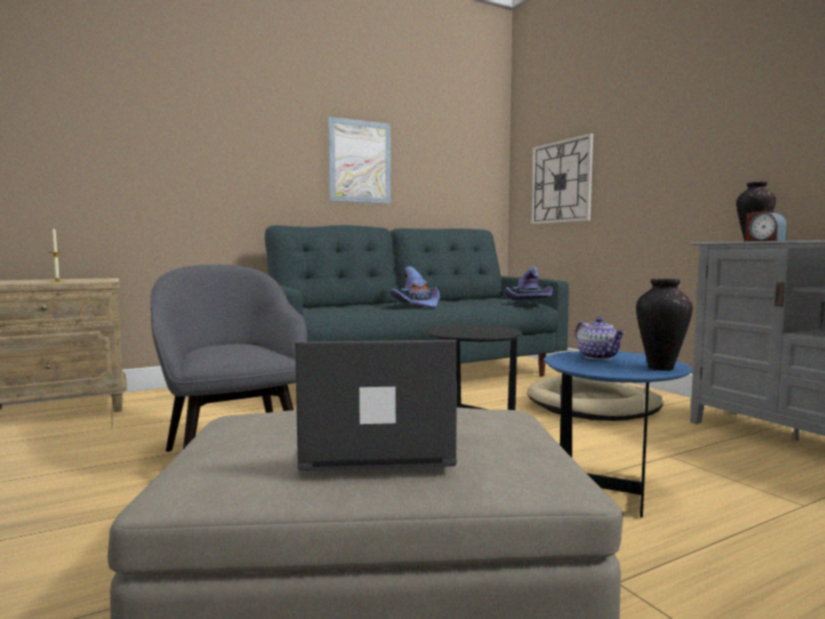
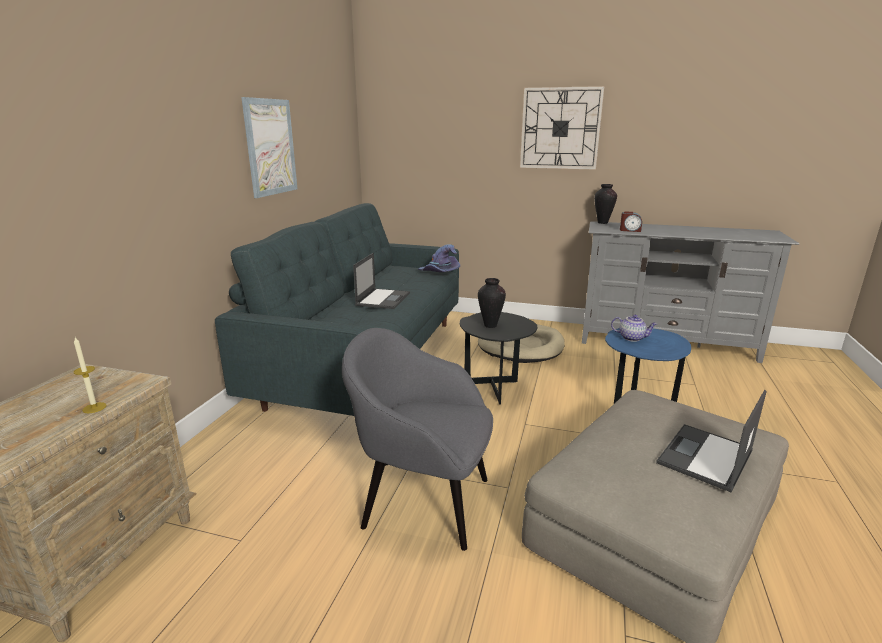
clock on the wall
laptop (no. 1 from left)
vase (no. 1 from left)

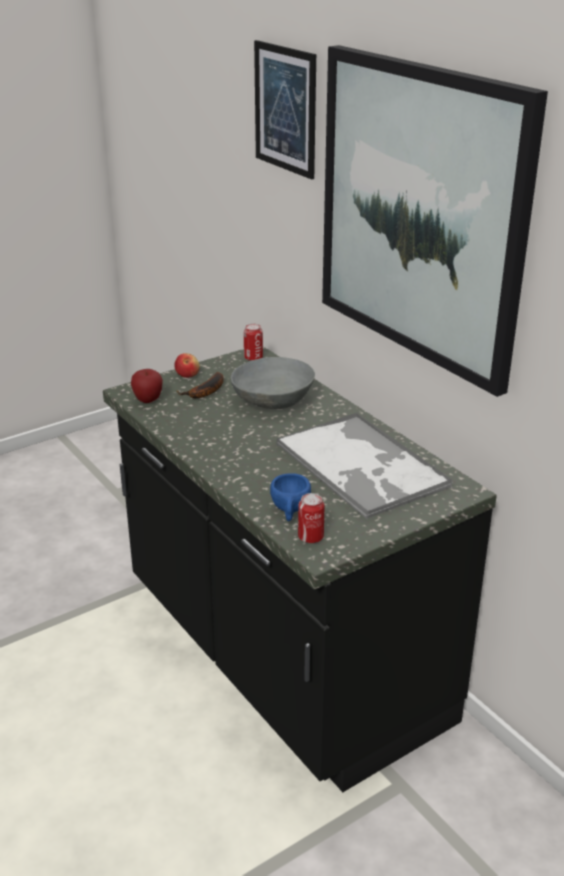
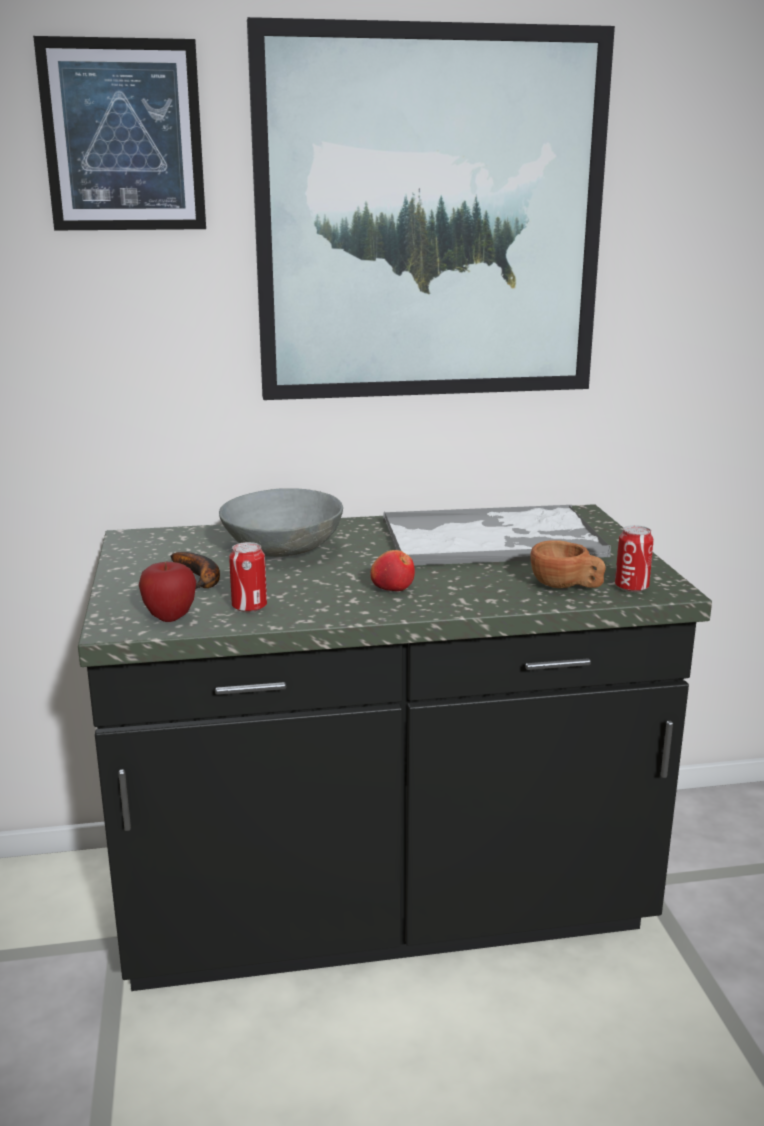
can (no. 1 from left)
apple fruit (no. 2 from left)
drinking cup (brown-coloured)

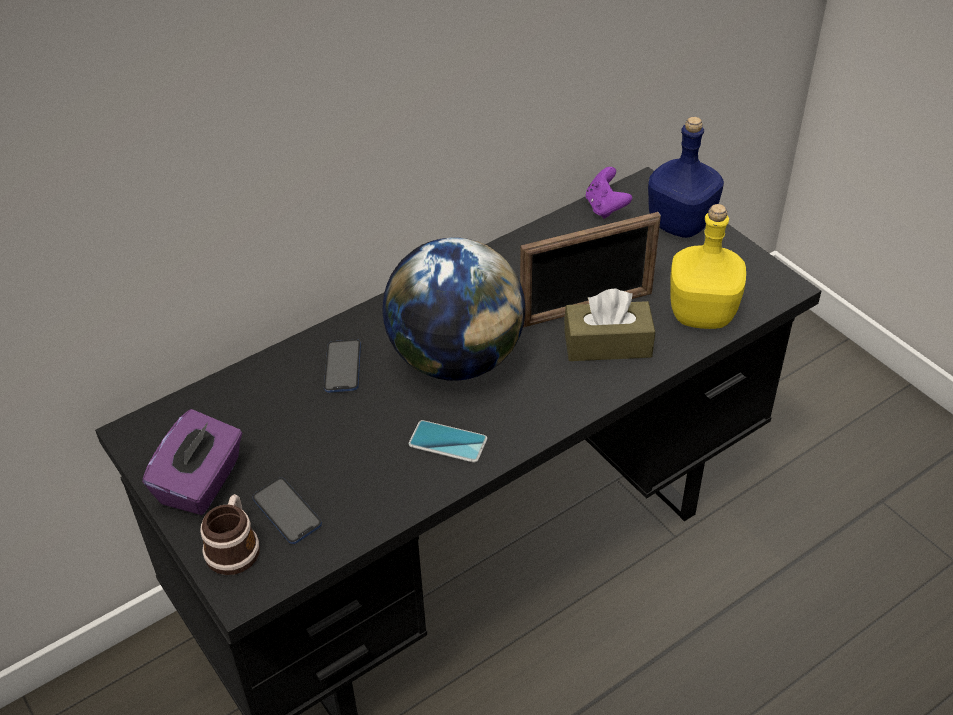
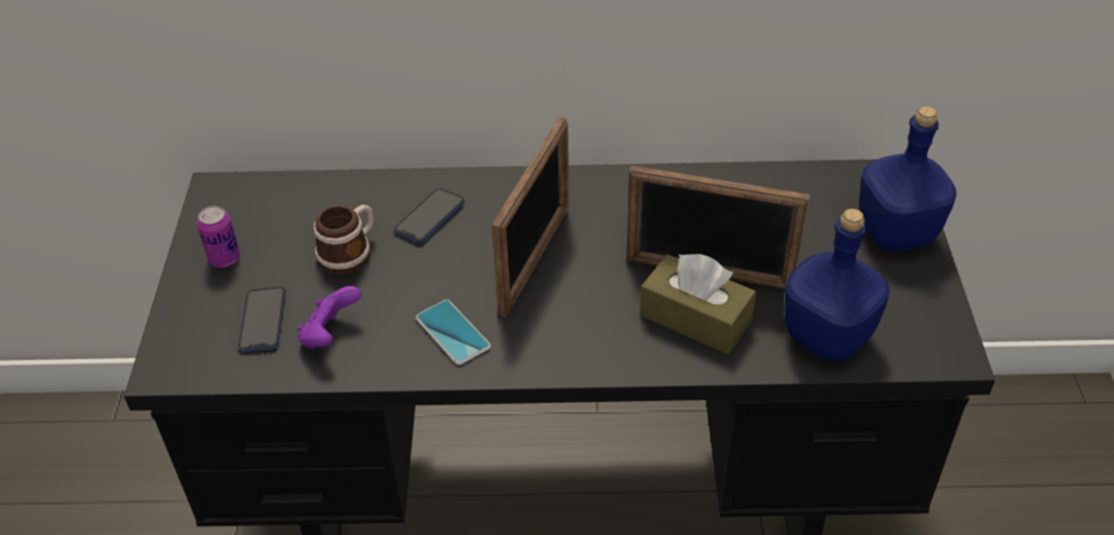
joypad (purple-coloured)
bottle (blue) (no. 1 from left)
standing frame (no. 1 from left)
can
coffee mug

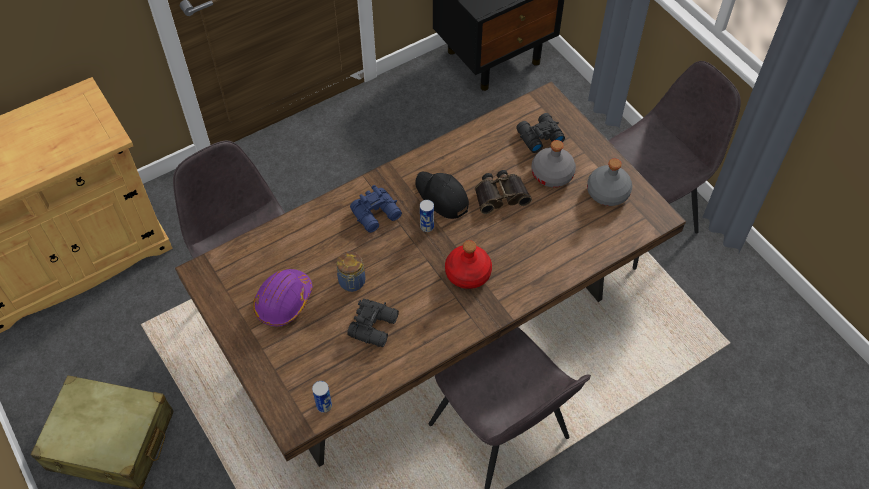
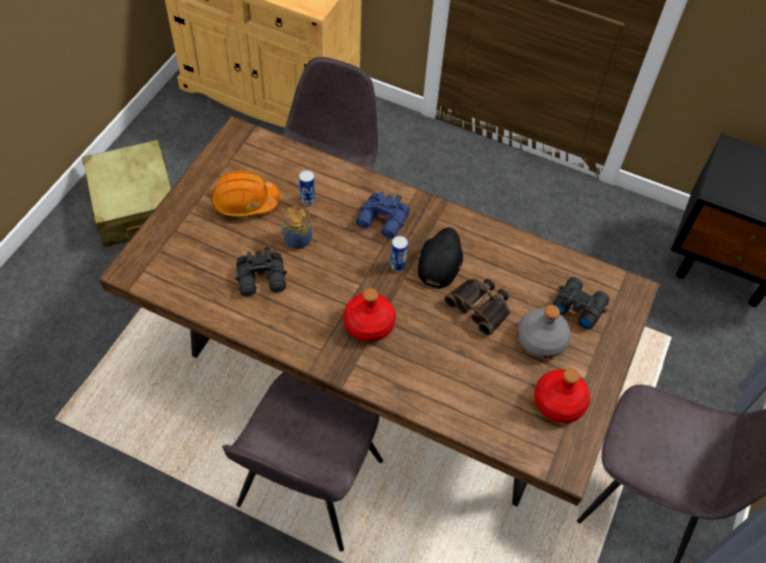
bottle (red-coloured) (no. 2 from left)
safety helmet (orange)
can (no. 1 from left)

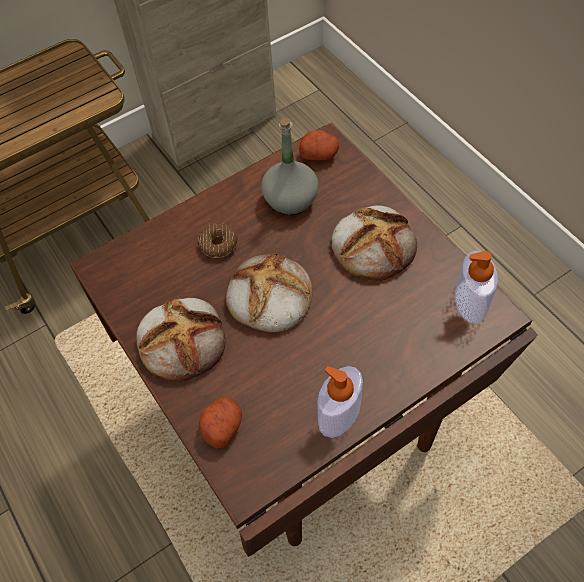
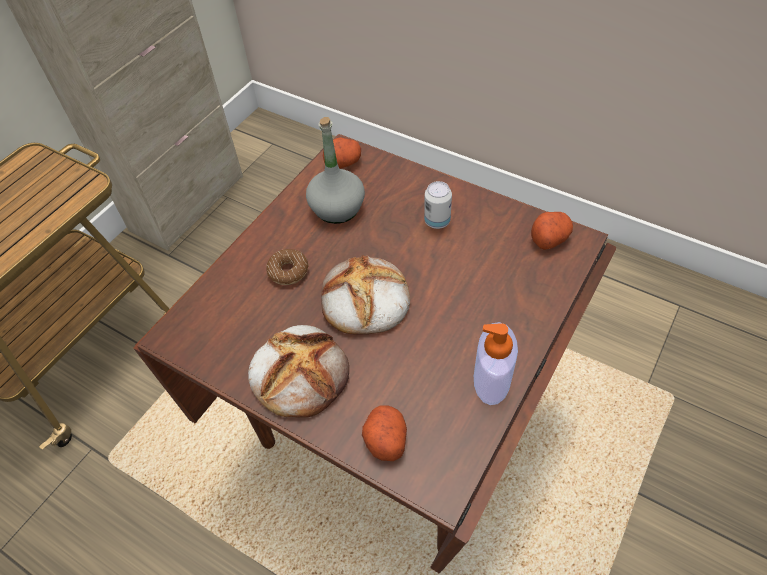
can
whole potato (no. 3 from left)

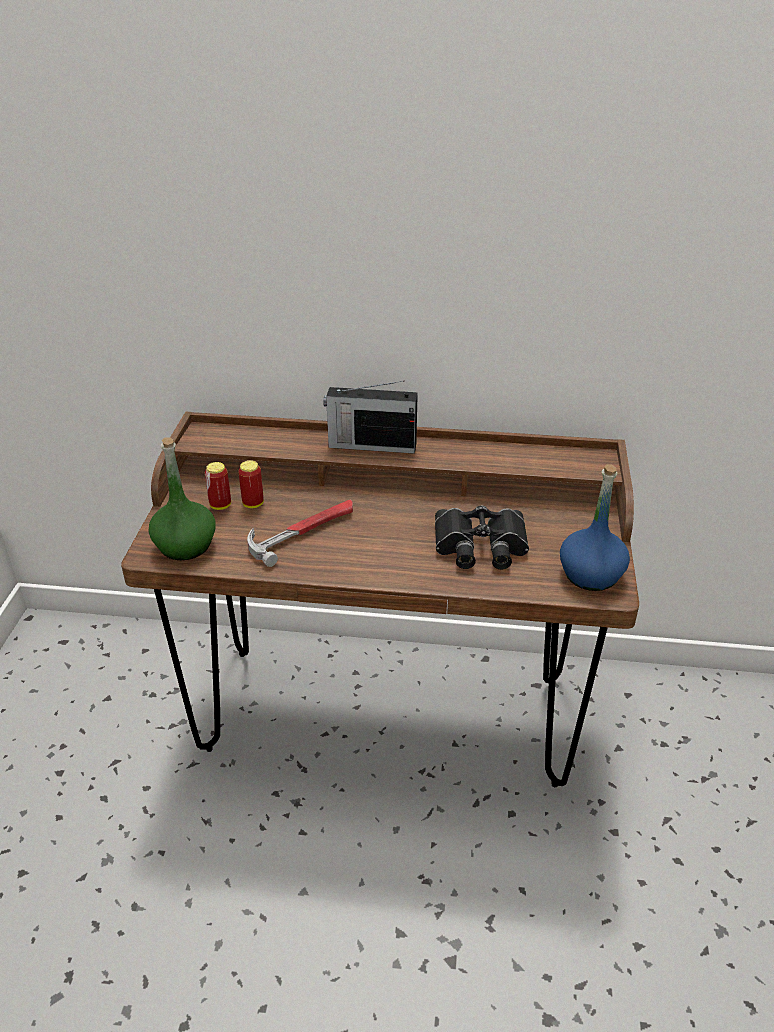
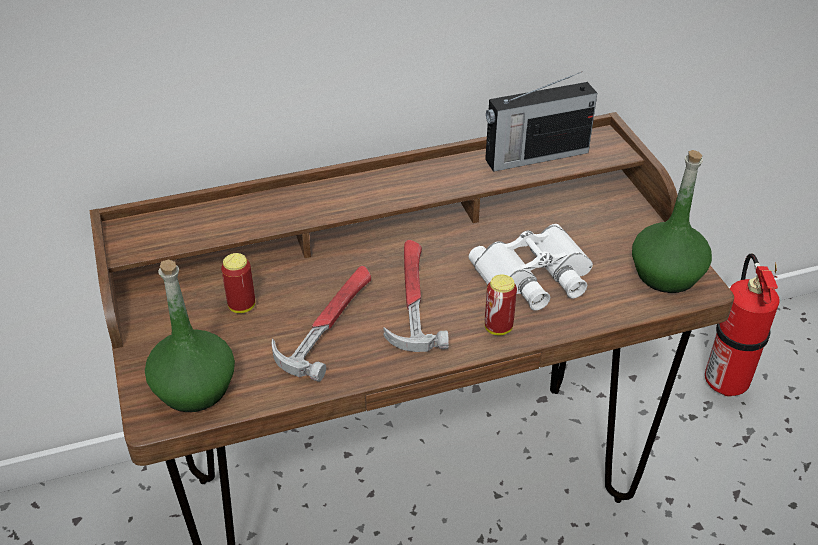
radio set
can (no. 2 from left)
bottle (green-coloured) (no. 2 from left)
field glasses (white)
hand hammer (no. 2 from left)
fire-fighting cylinder

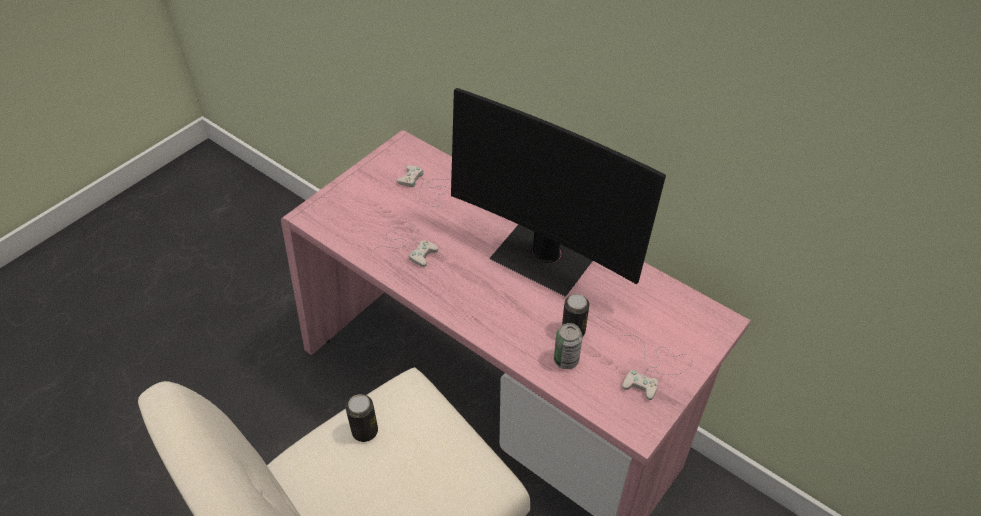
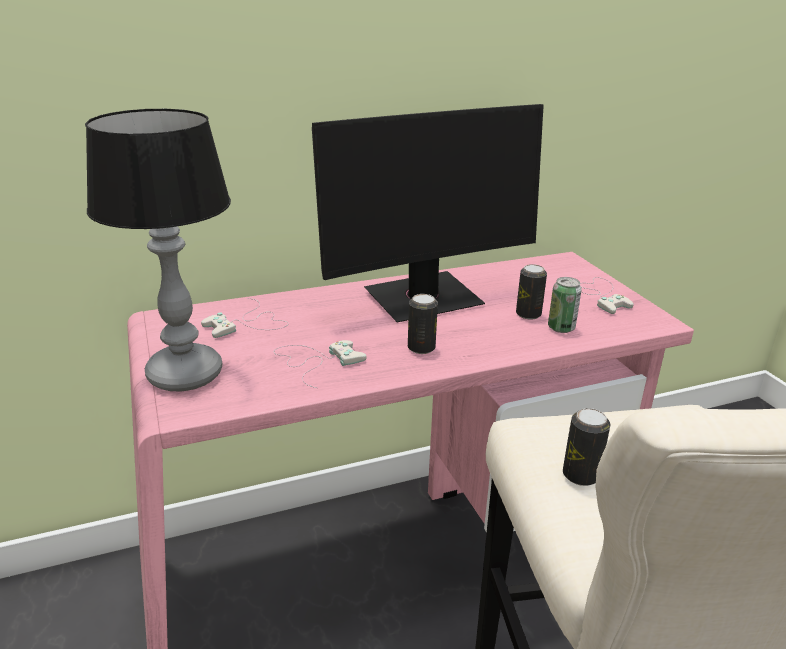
lamp for a table
can (no. 1 from left)

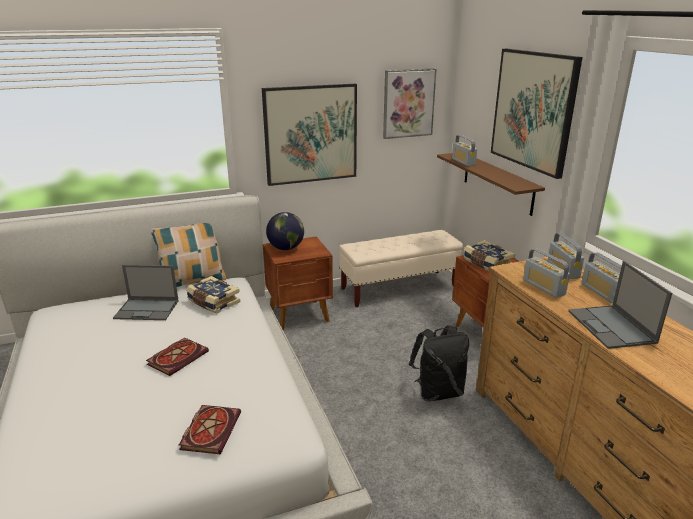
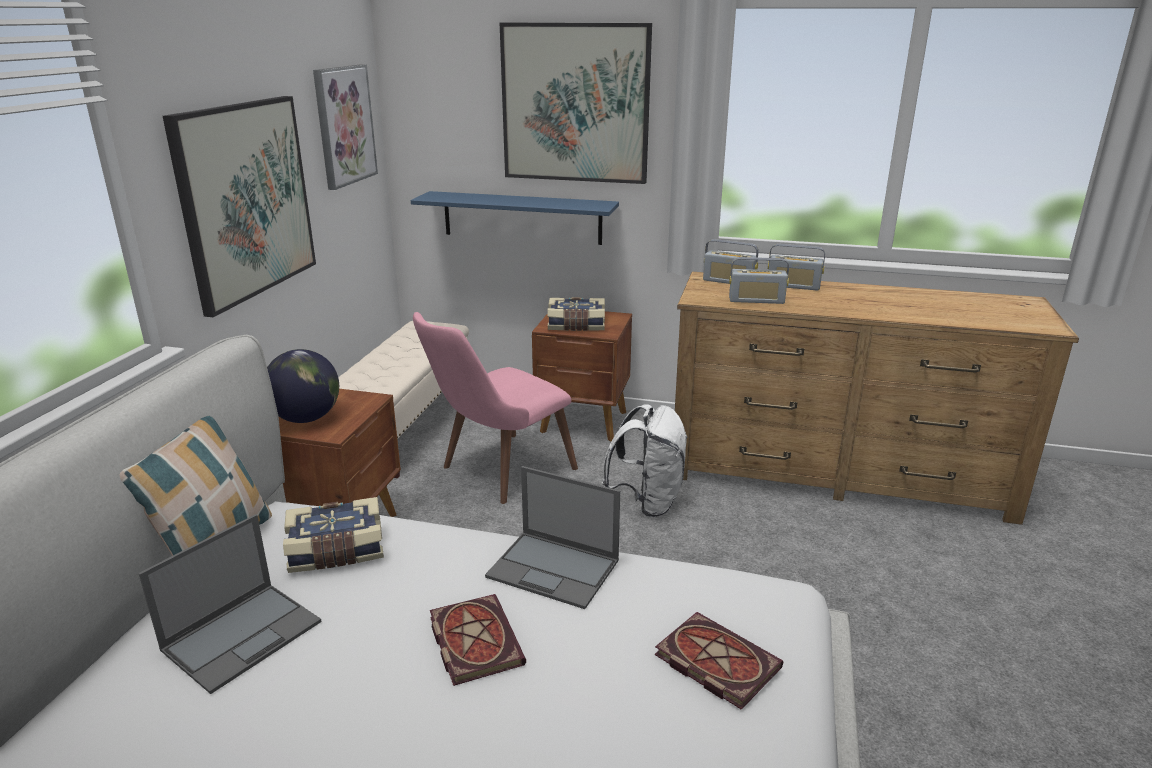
radio set (no. 1 from left in the first image)
shelf (blue)
laptop (no. 2 from left)
backpack (white)
upright chair (pinkish)

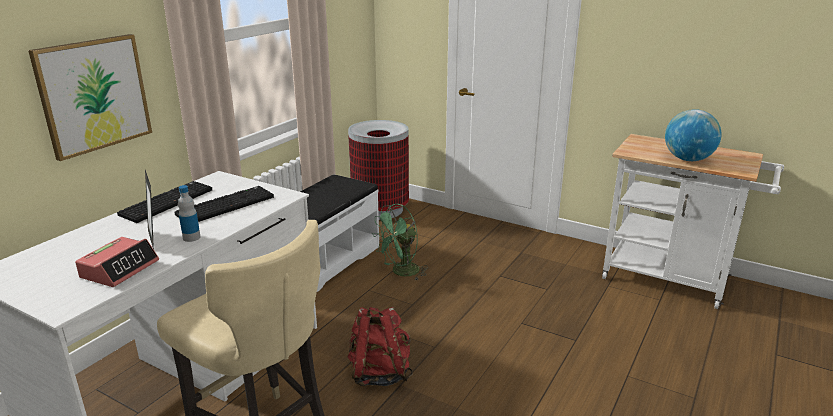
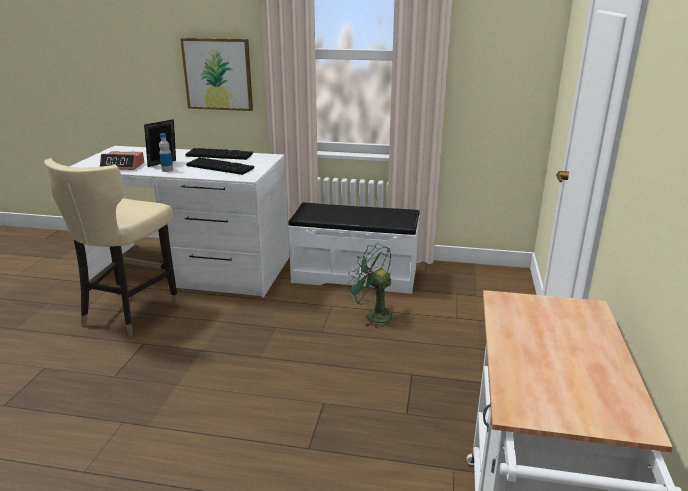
globe
rubbish bin
backpack (red-coloured)

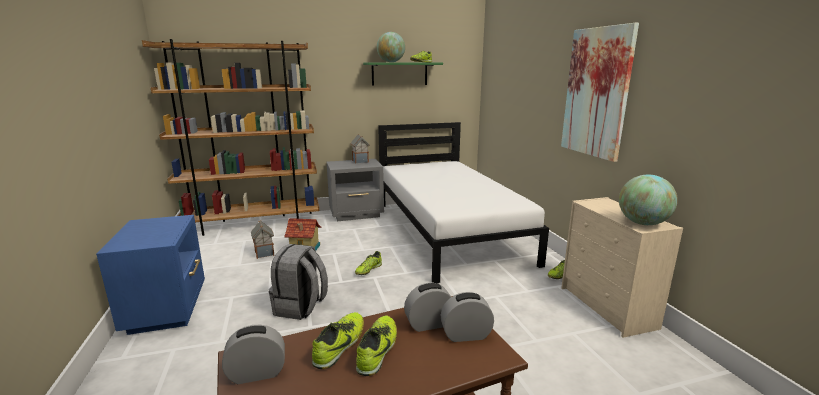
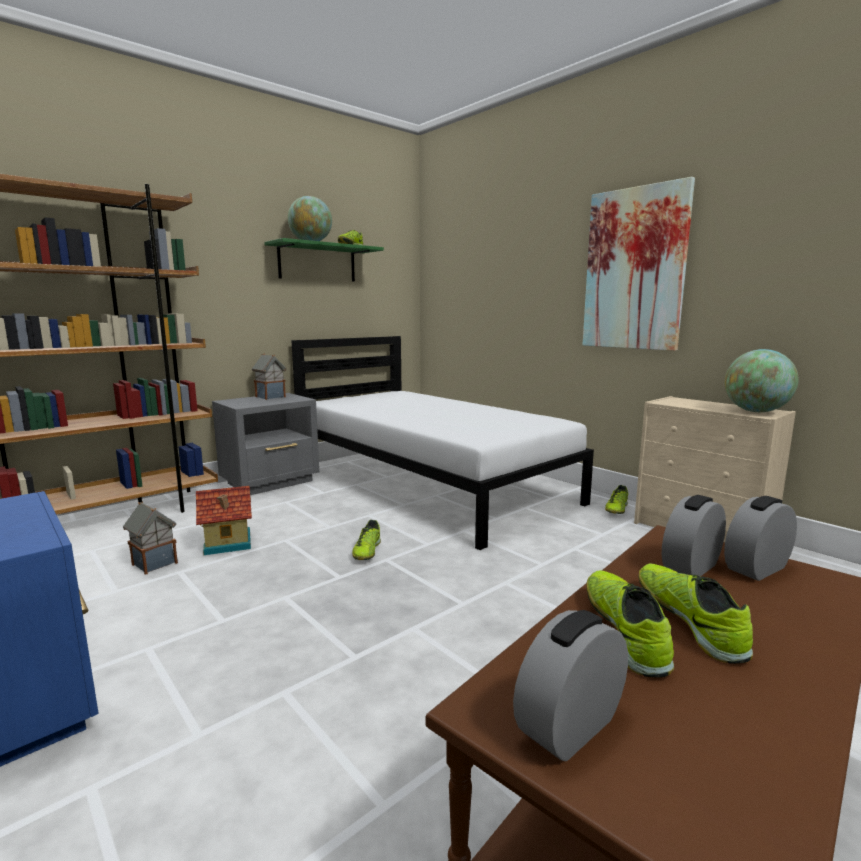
backpack (gray)

